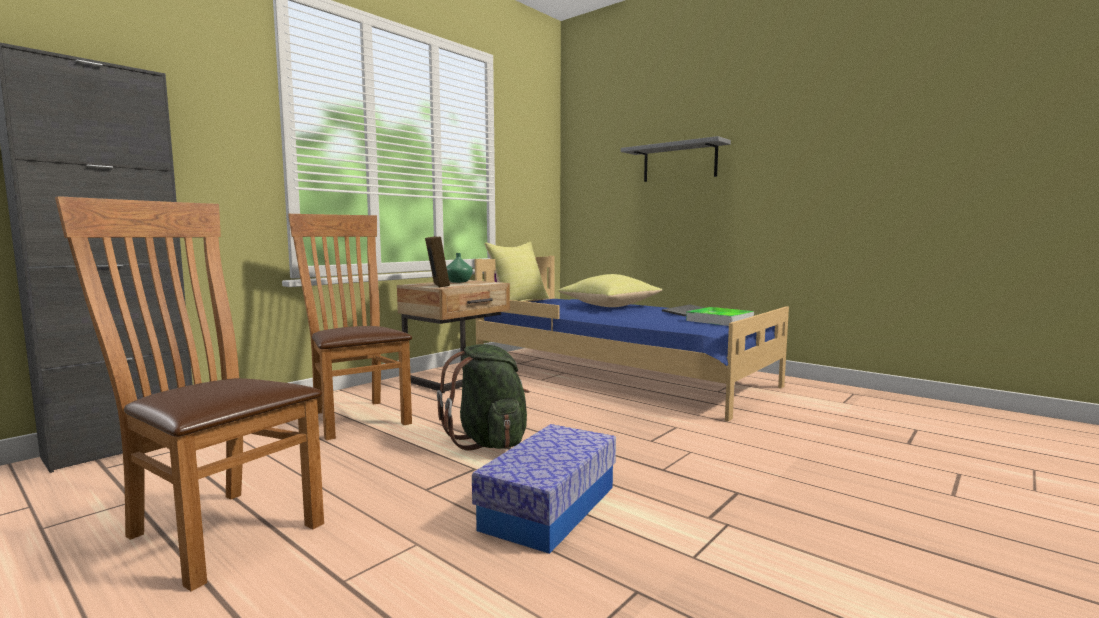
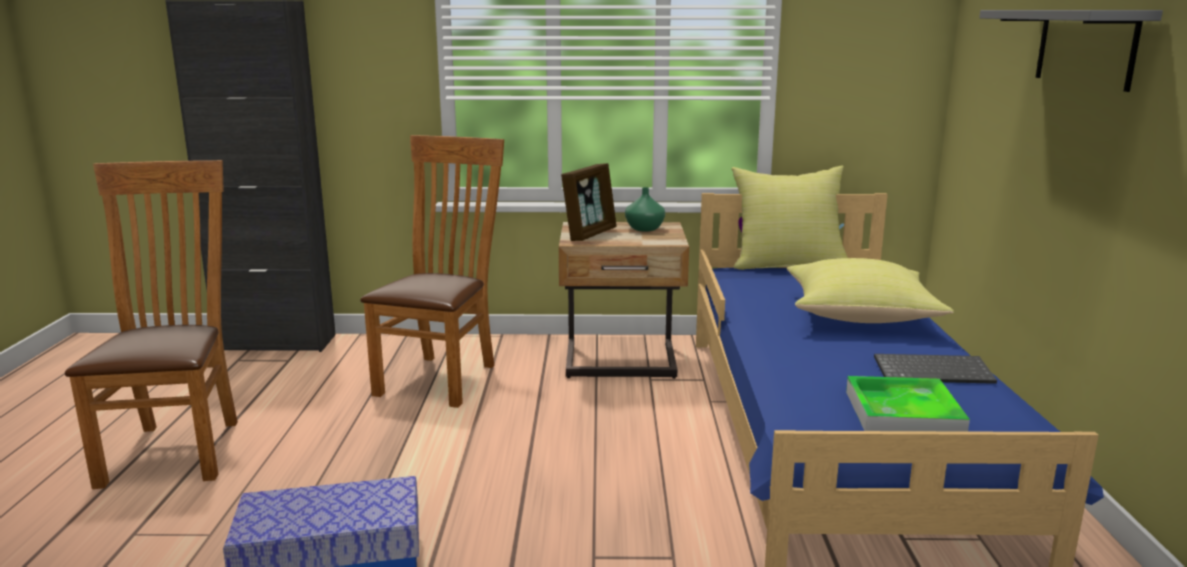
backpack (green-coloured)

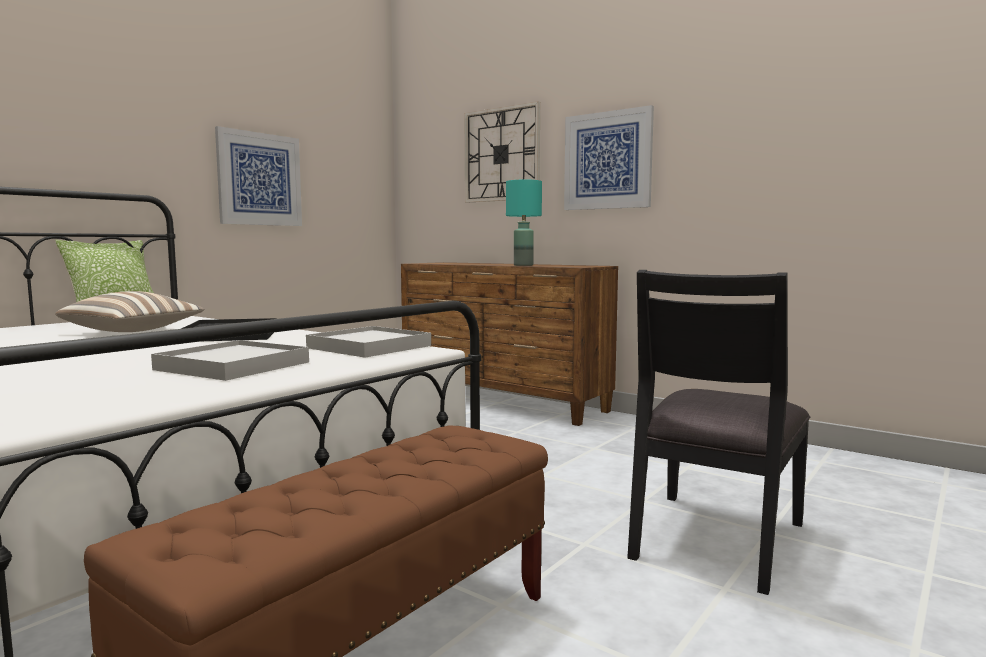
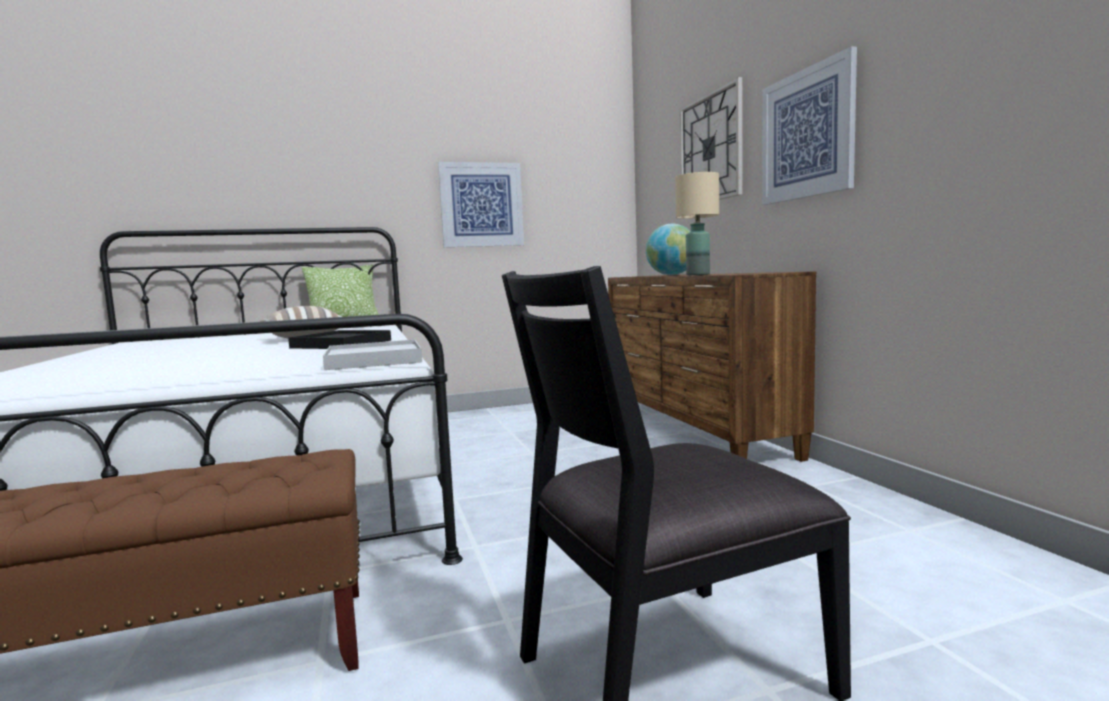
lamp for a table (beige)
carrying tray (white) (no. 1 from left in the first image)
globe

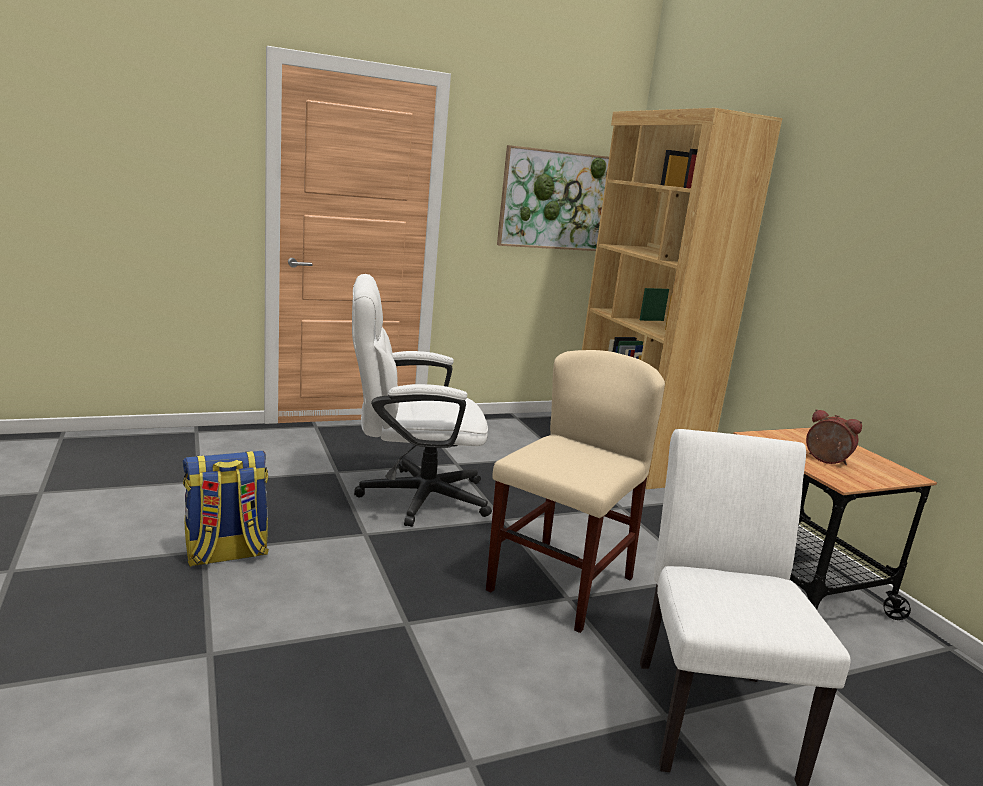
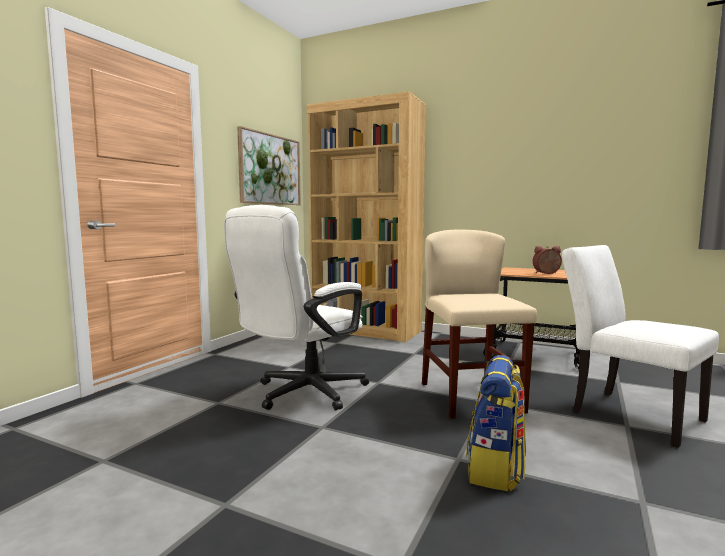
backpack

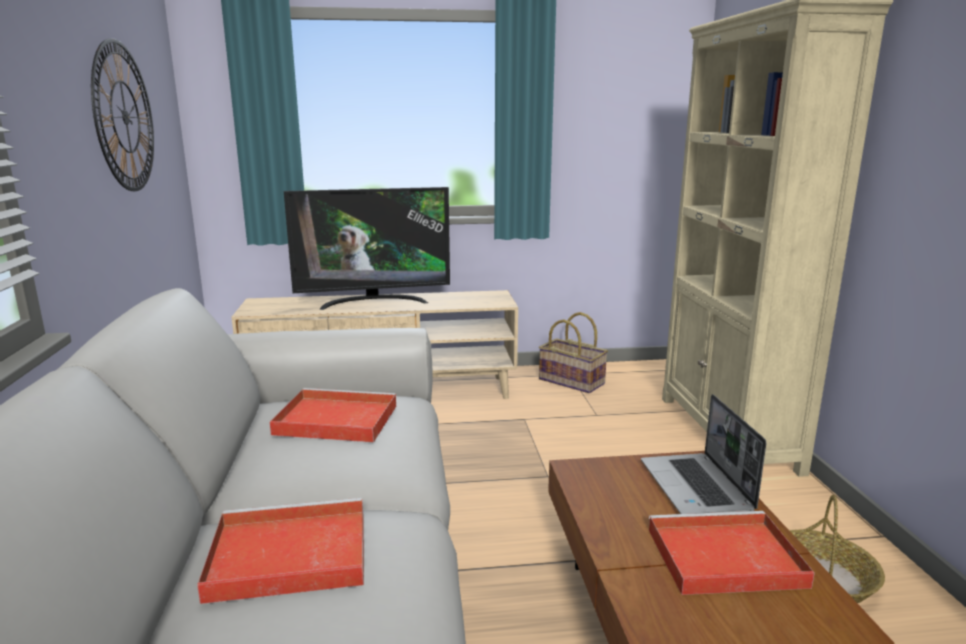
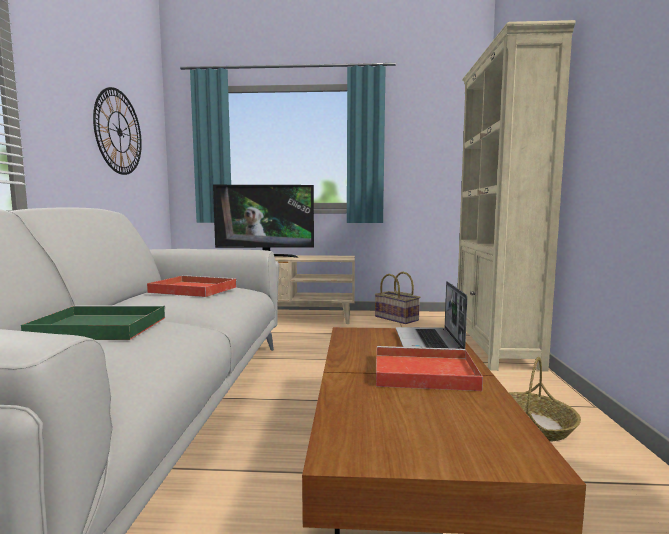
carrying tray (green-coloured)

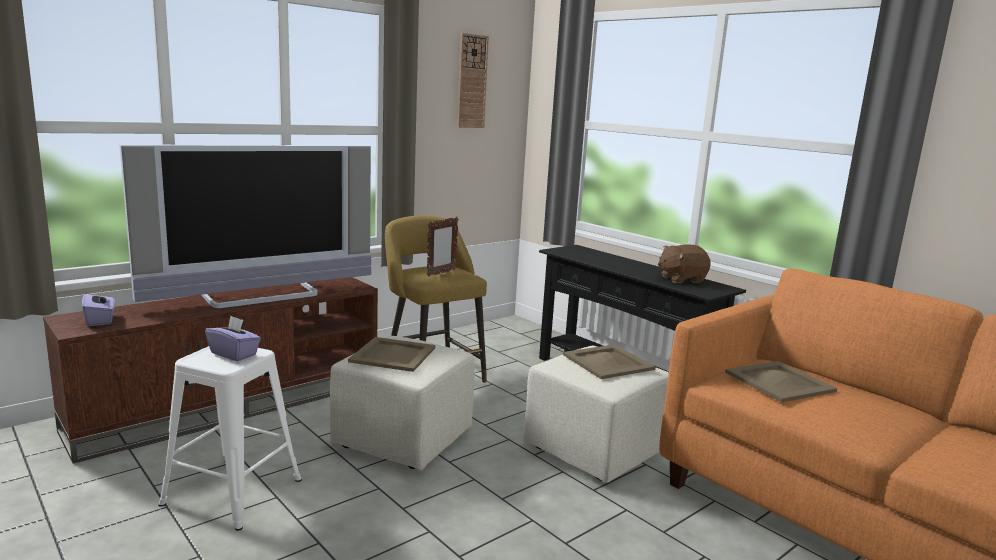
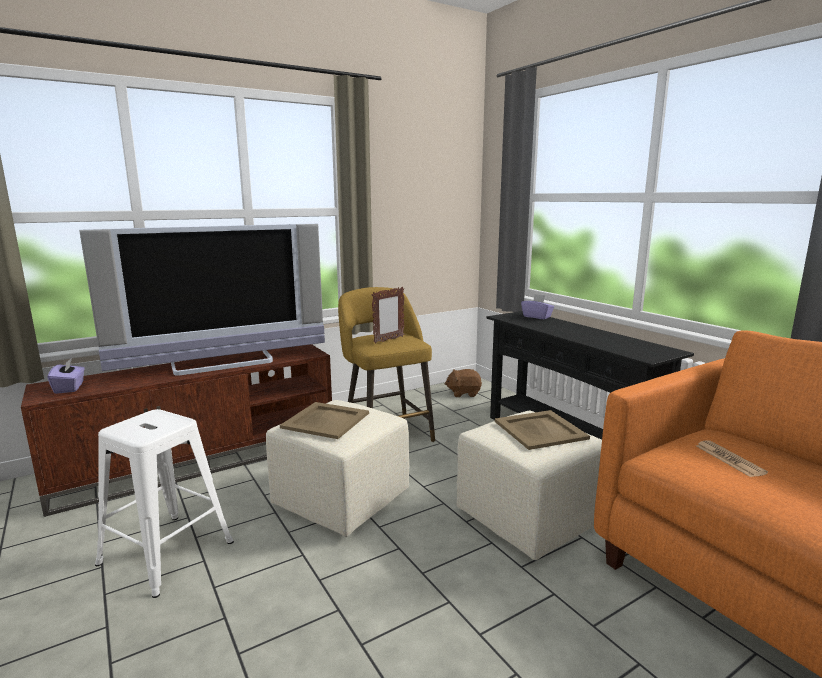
clock on the wall
cuddly toy (brown-coloured)
box of tissues (purple-coloured) (no. 2 from left)
daily paper

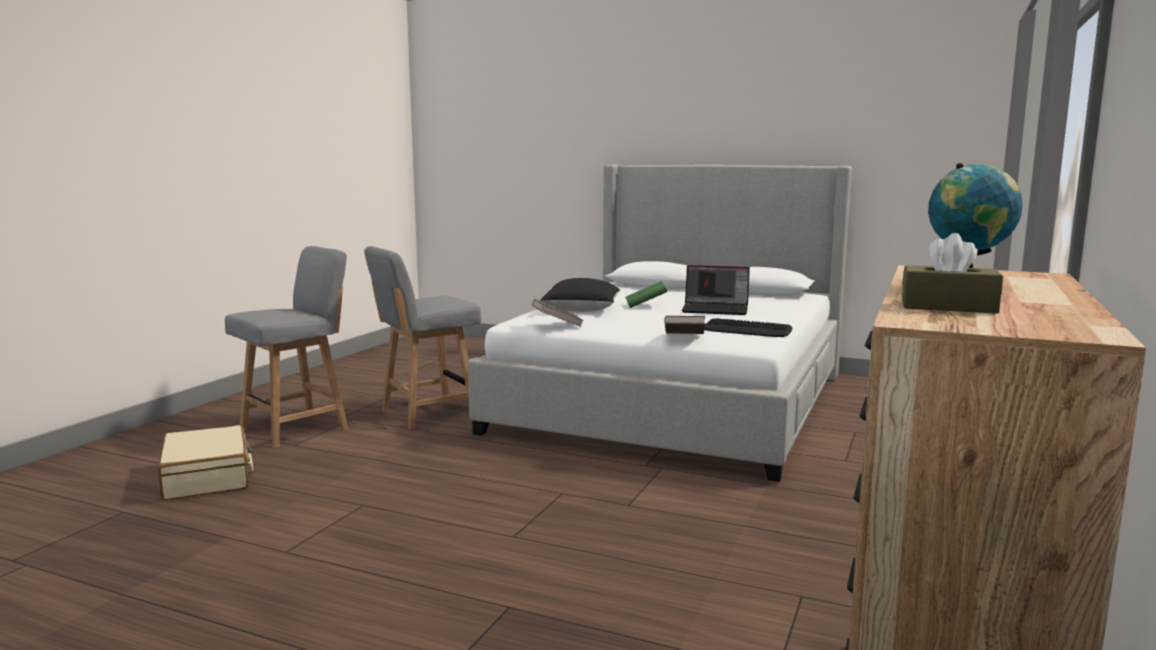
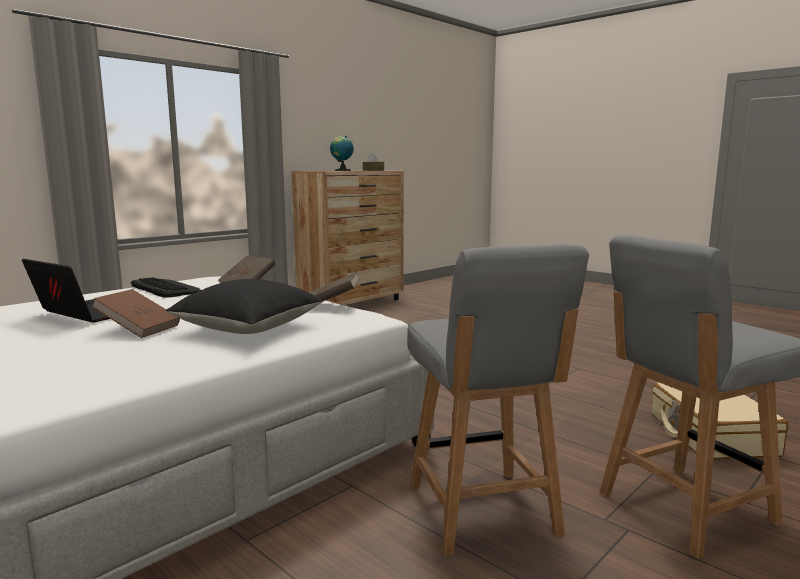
upright chair (gray) (no. 1 from left)
volume (brown-coloured) (no. 1 from left)

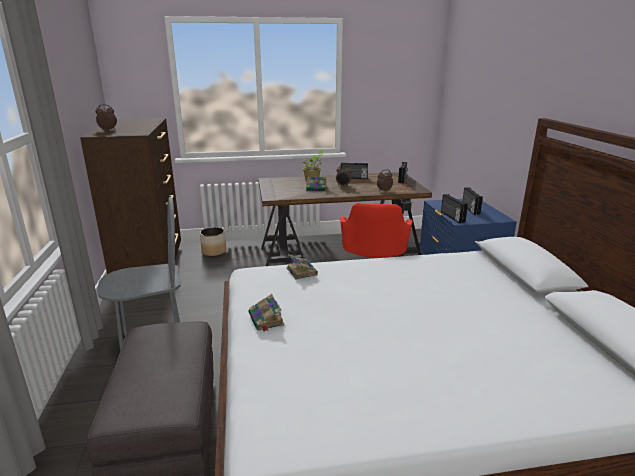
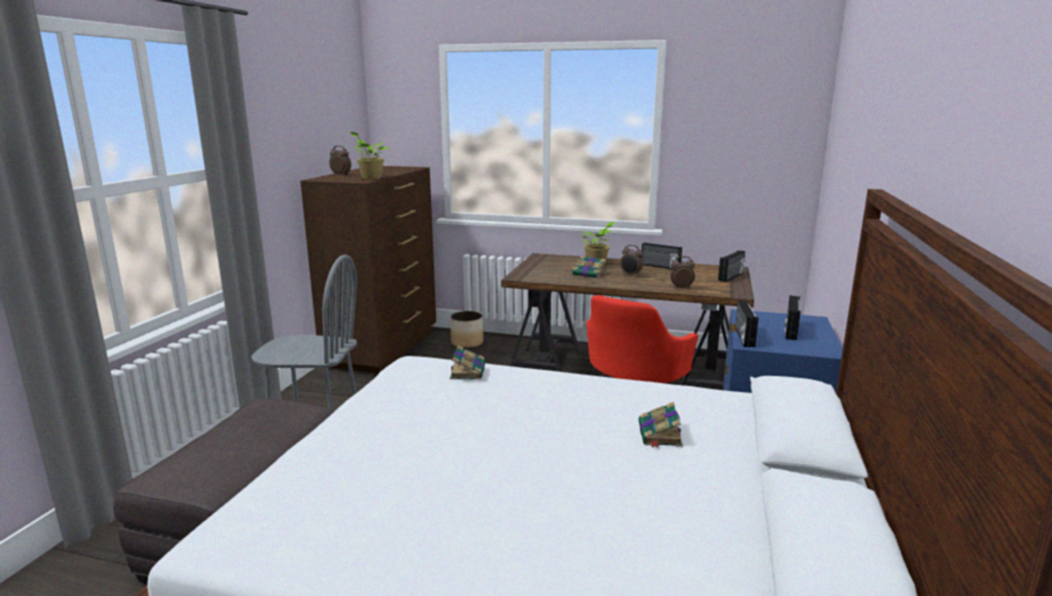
volume (no. 3 from left)
plant in a pot (no. 1 from left)

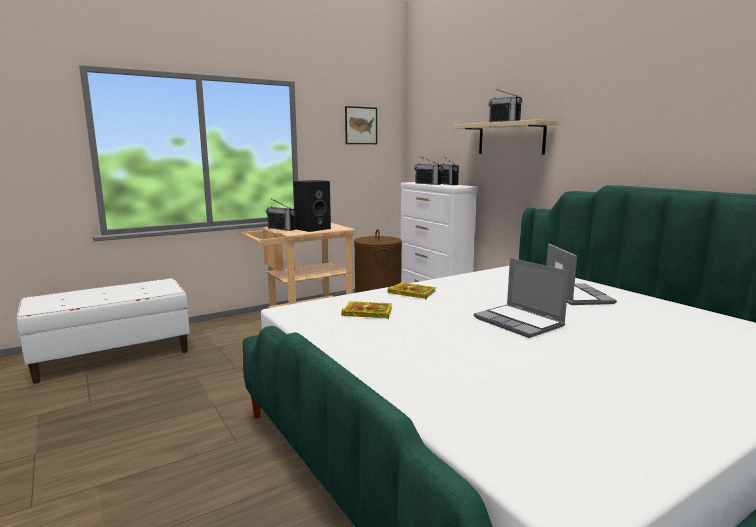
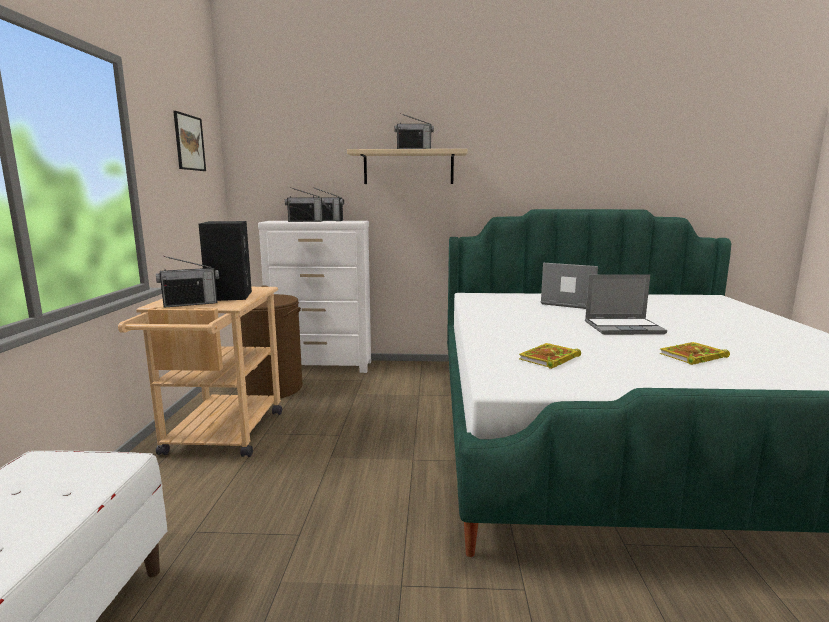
volume (no. 2 from left)

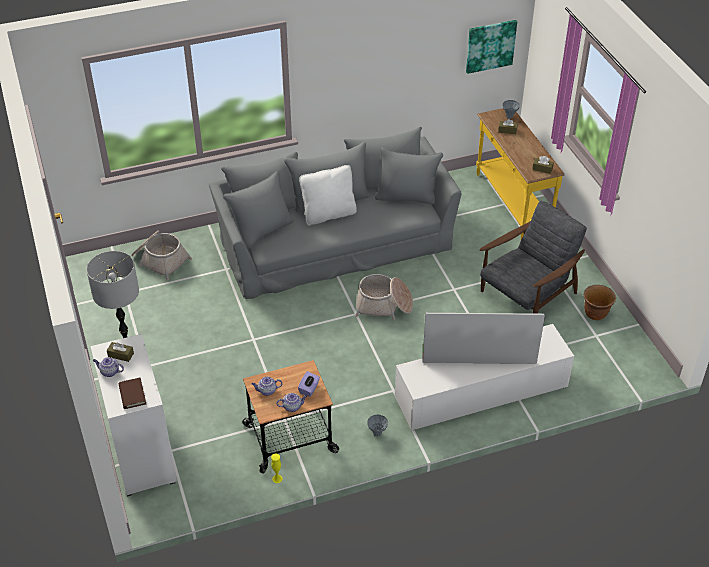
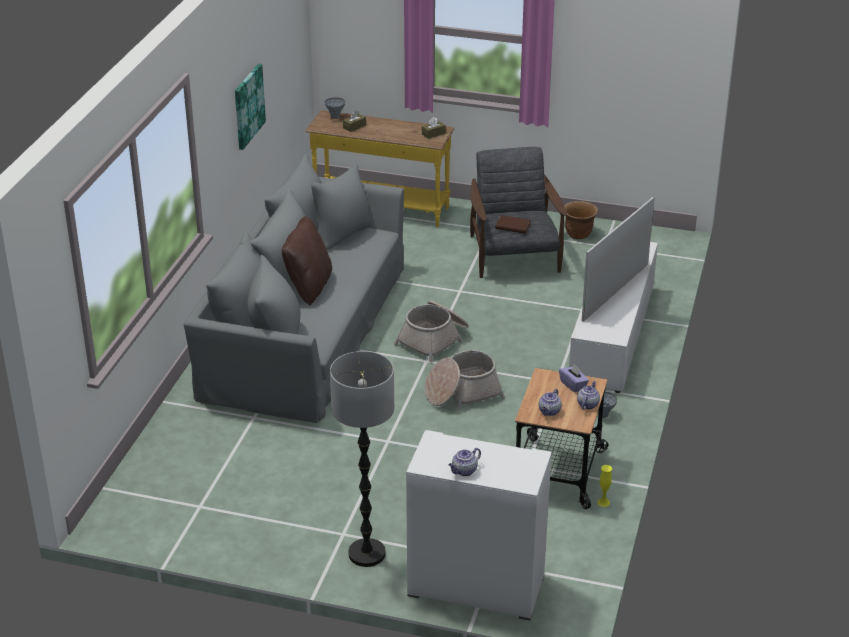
wall art
throw pillow (brown-coloured)
storage basket (no. 2 from left)
box of tissues (brown-coloured) (no. 1 from left in the first image)
volume (brown-coloured)

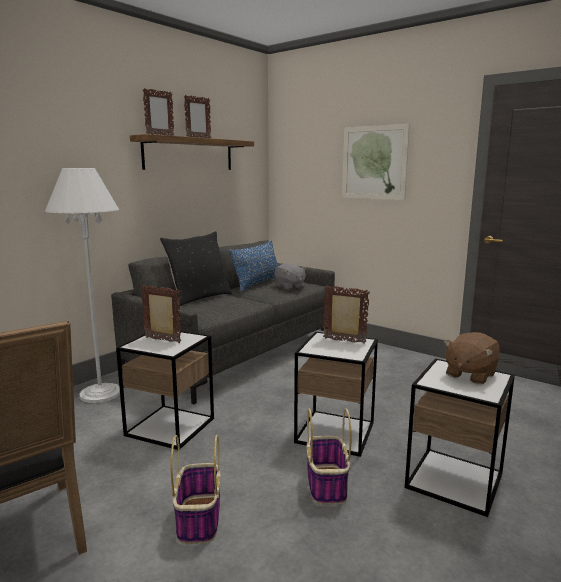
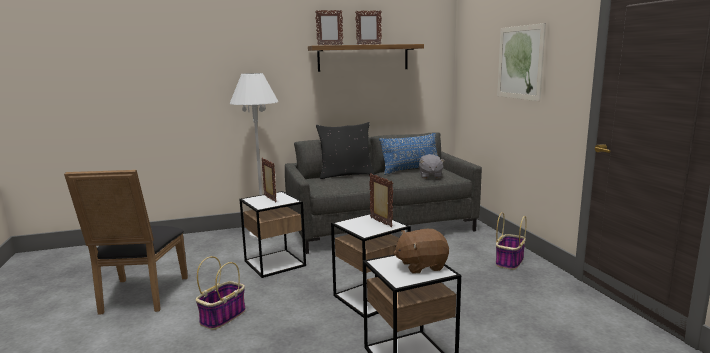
storage basket (no. 2 from left)

